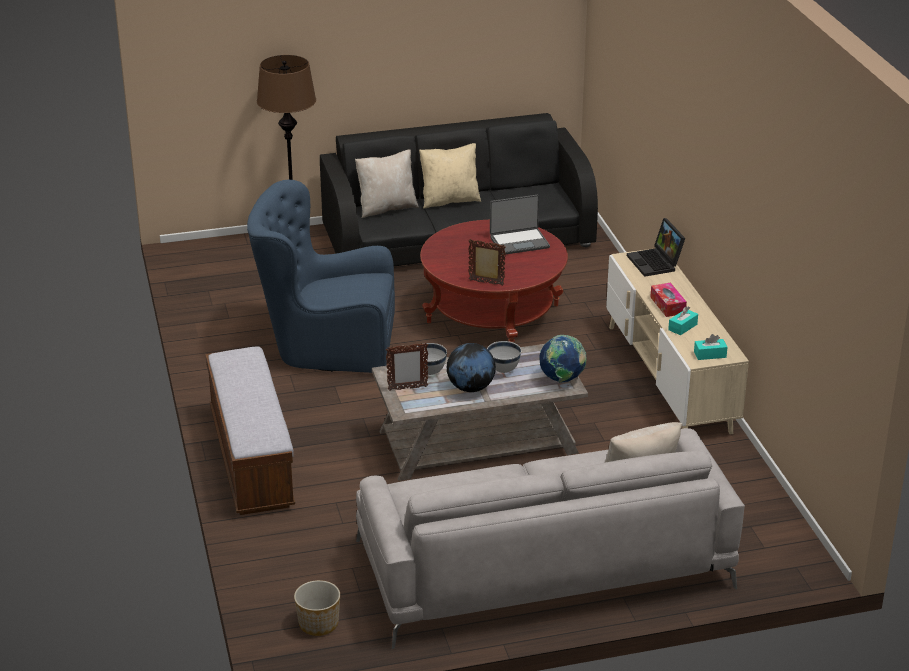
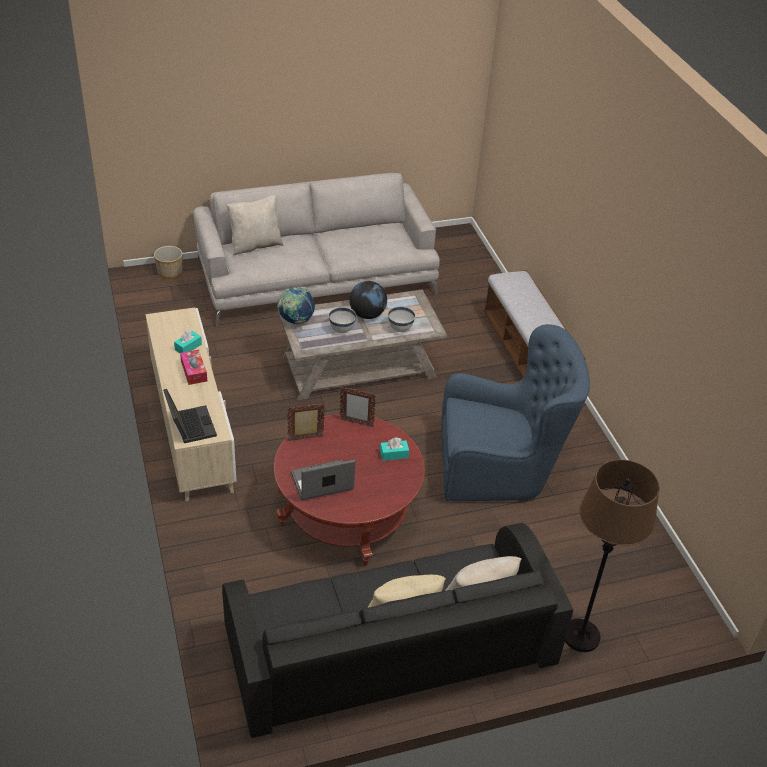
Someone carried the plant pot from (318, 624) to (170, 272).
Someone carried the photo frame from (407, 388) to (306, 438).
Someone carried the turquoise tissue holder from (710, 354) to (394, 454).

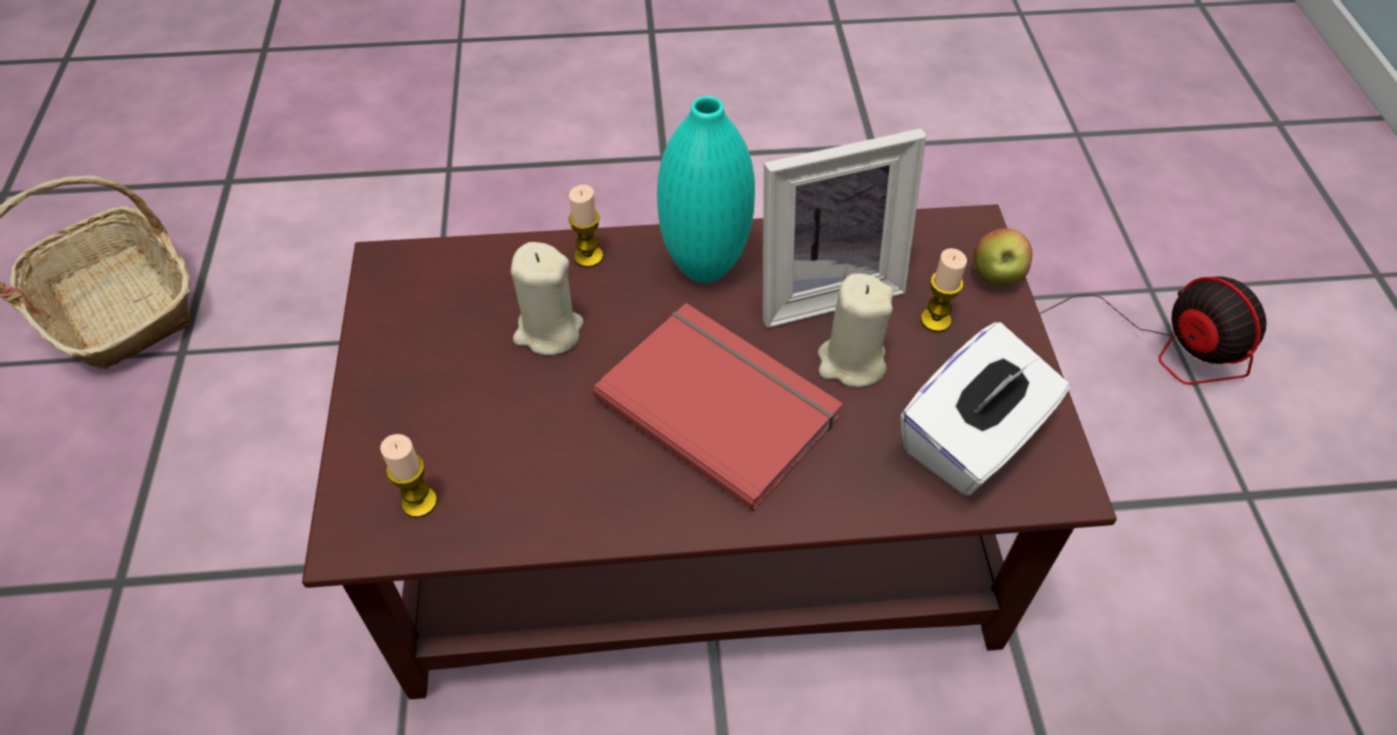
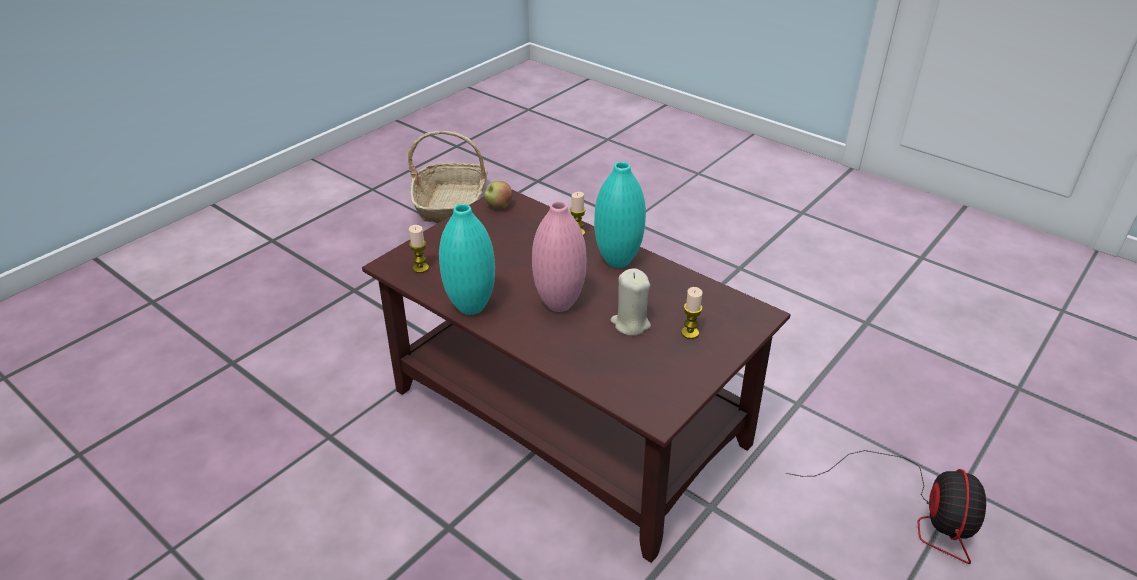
Someone took away the sand-coloured candle at (548, 331).
Someone swapped the reddish book at (720, 402) for the pink-coloured flower vase at (559, 304).
Someone took away the photo frame at (824, 287).
Someone took away the white-coloured tissue holder at (972, 440).
Someone carried the apple from (995, 278) to (498, 206).
Someone put down the turquoise flower vase at (471, 307).

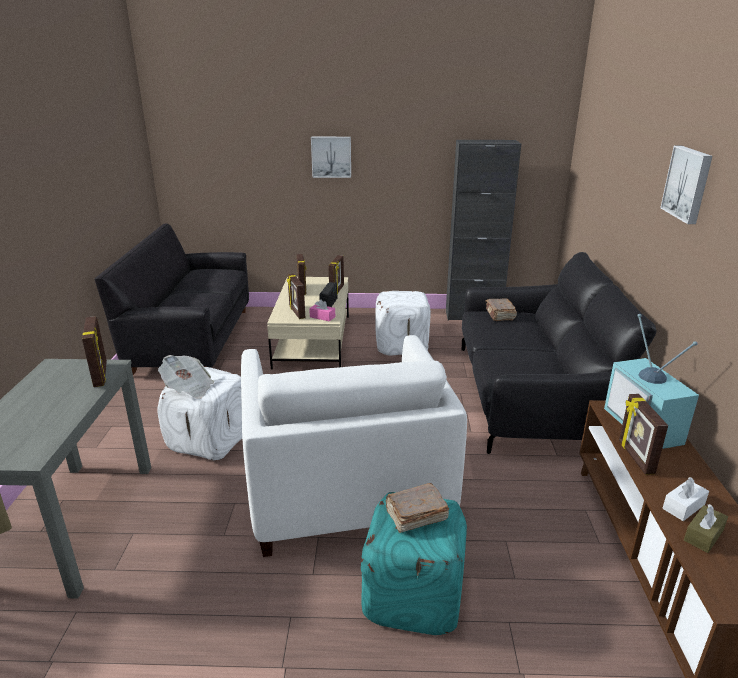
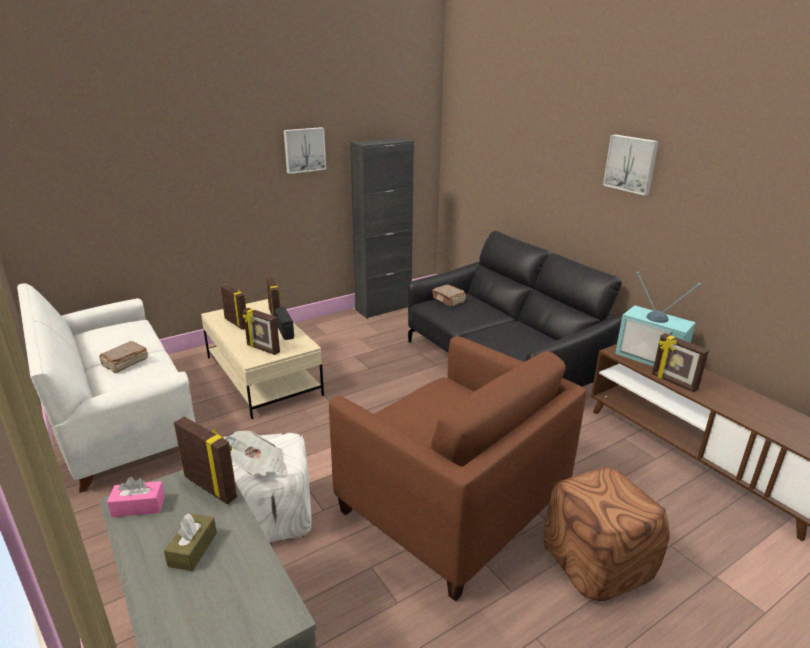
Someone repainted the blackish couch at (192, 341), which became the white-coloured couch at (119, 419).
Someone repainted the white-coloured easy chair at (345, 489), which became the brown easy chair at (452, 503).
Someone carried the pink-coloured tissue holder from (322, 317) to (138, 506).
Someone carried the picture from (331, 156) to (304, 150).
Someone repainted the turquoise ottoman at (414, 594), which became the brown ottoman at (597, 561).
Someone took away the white-coloured ottoman at (401, 345).
Someone carried the brown book from (415, 516) to (125, 363).
Someone took away the white-coloured tissue holder at (683, 506).
Someone carried the brown tissue holder from (703, 535) to (193, 549).

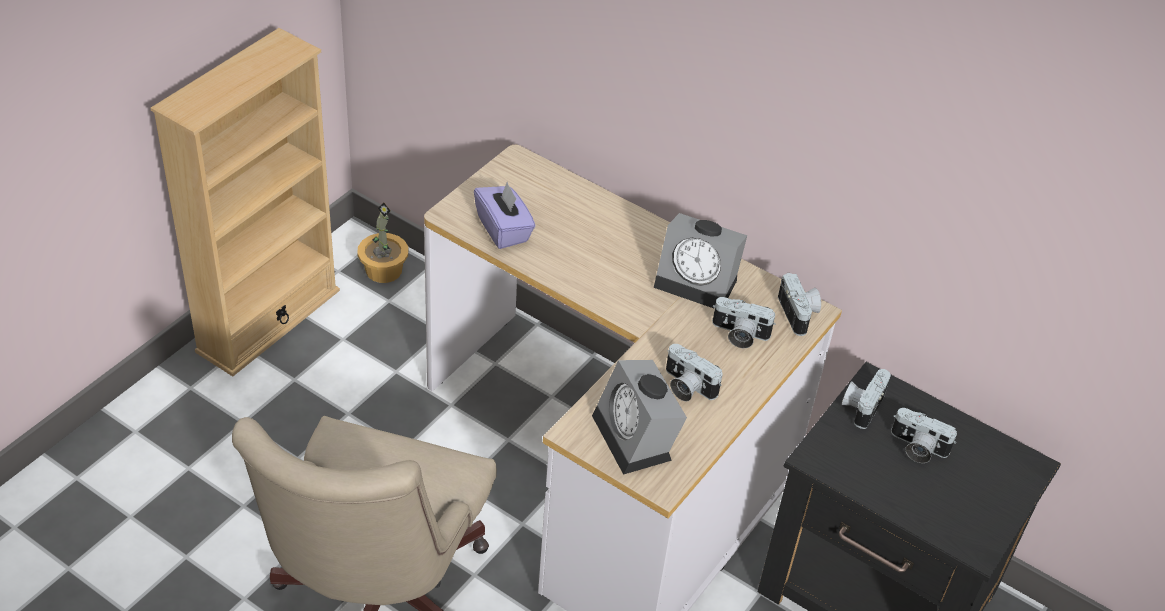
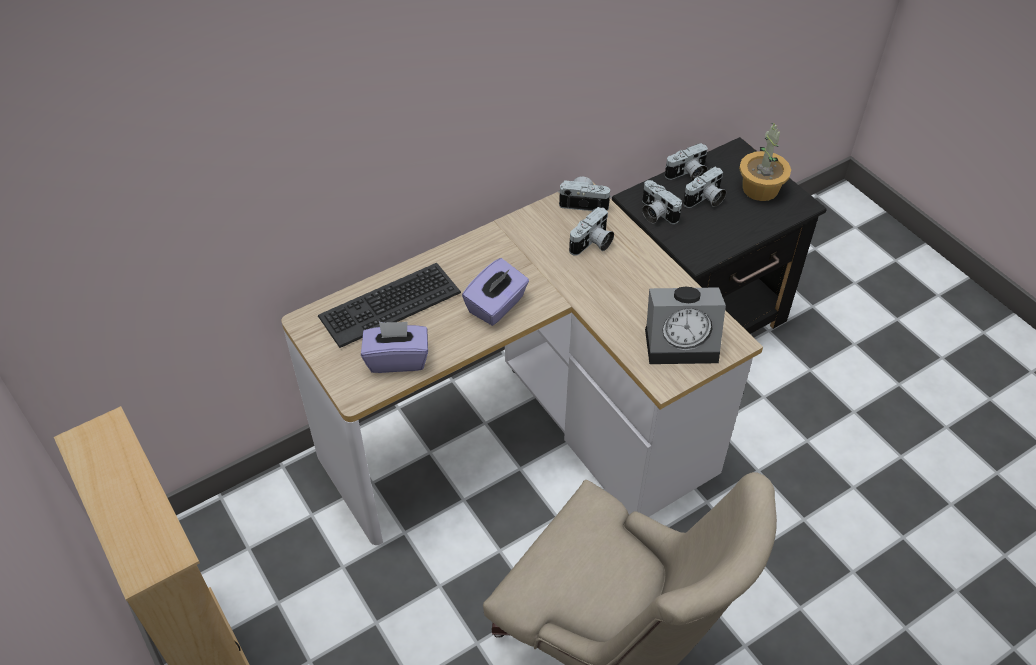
Someone carried the houseplant from (383, 270) to (759, 189).
Someone took away the table clock at (699, 282).
Someone carried the photo camera from (686, 387) to (687, 174).
Someone put down the keyboard at (389, 304).
Someone put down the purplish tissue holder at (496, 306).

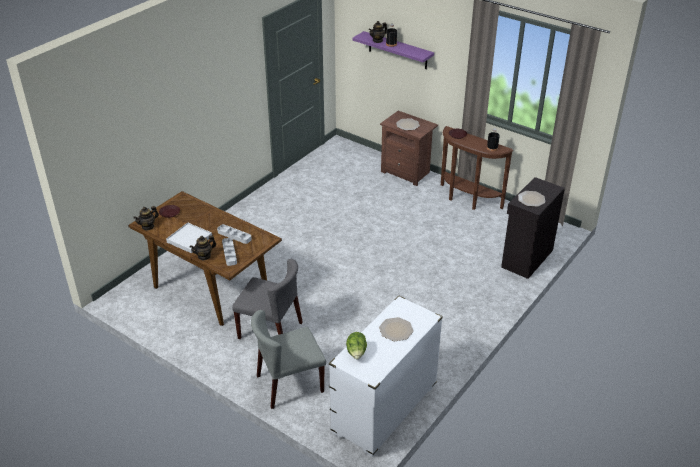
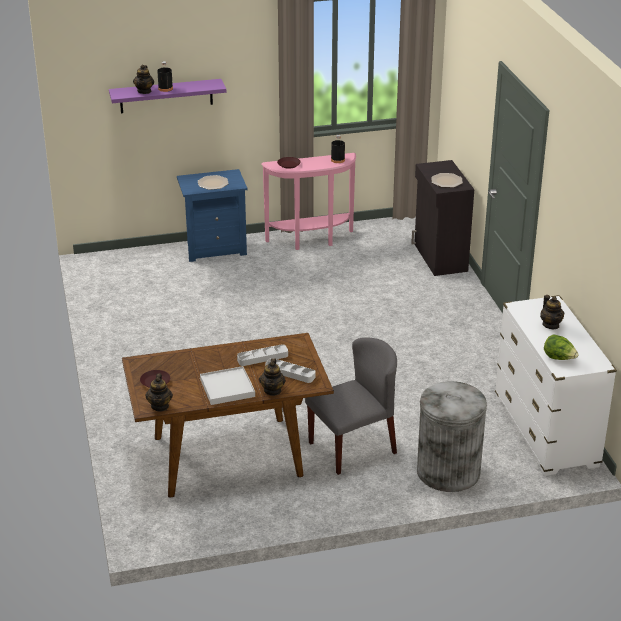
Someone swapped the grey plain chair at (289, 384) for the grey trash can at (448, 471).
Someone swapped the flat dish at (396, 330) for the pot for tea at (551, 325).
Someone repainted the brown nightstand at (407, 172), which became the blue-coloured nightstand at (215, 248).
Someone repainted the brown narrow table at (467, 200), which became the pink-coloured narrow table at (312, 241).

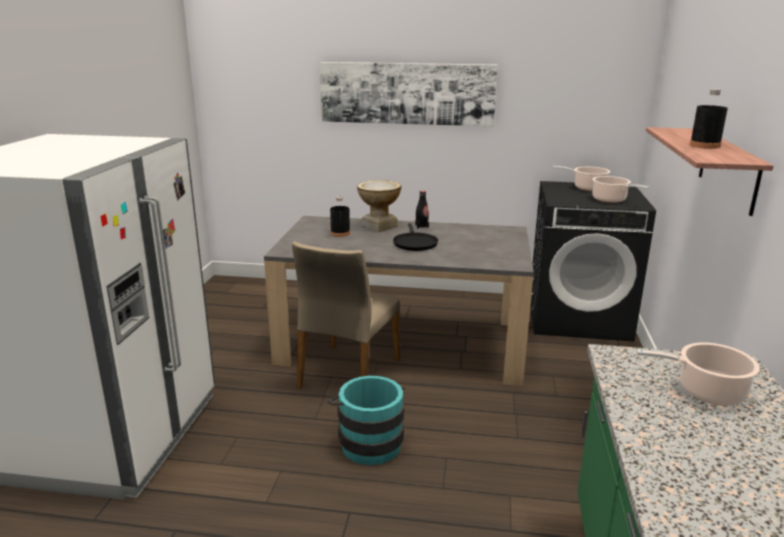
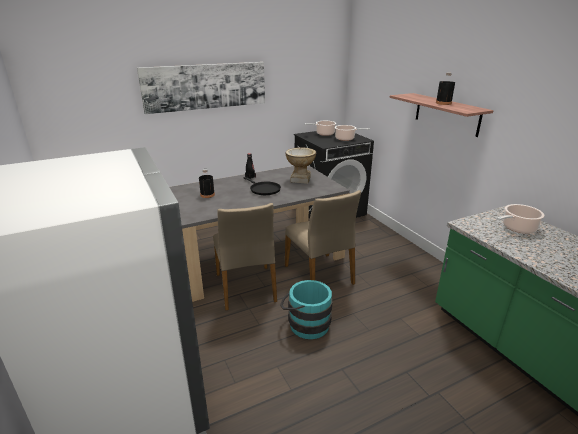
Someone carried the flower vase from (379, 226) to (300, 179).
Someone put down the sand-coloured plain chair at (320, 274).

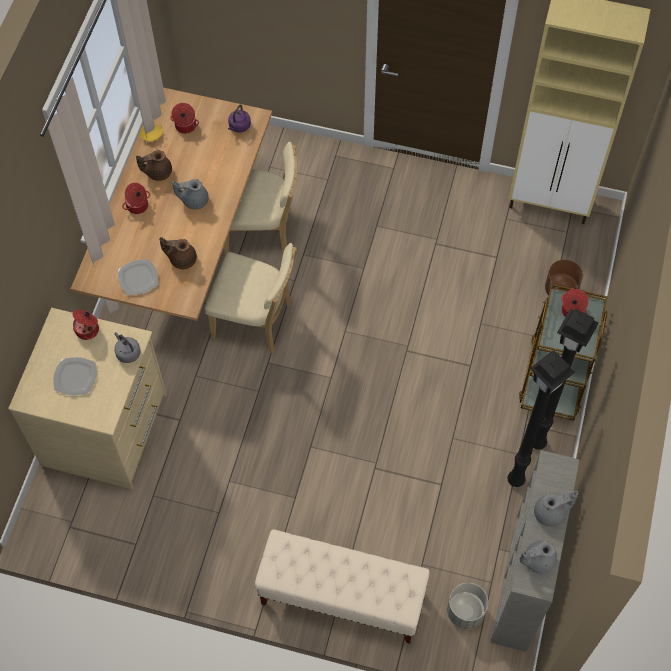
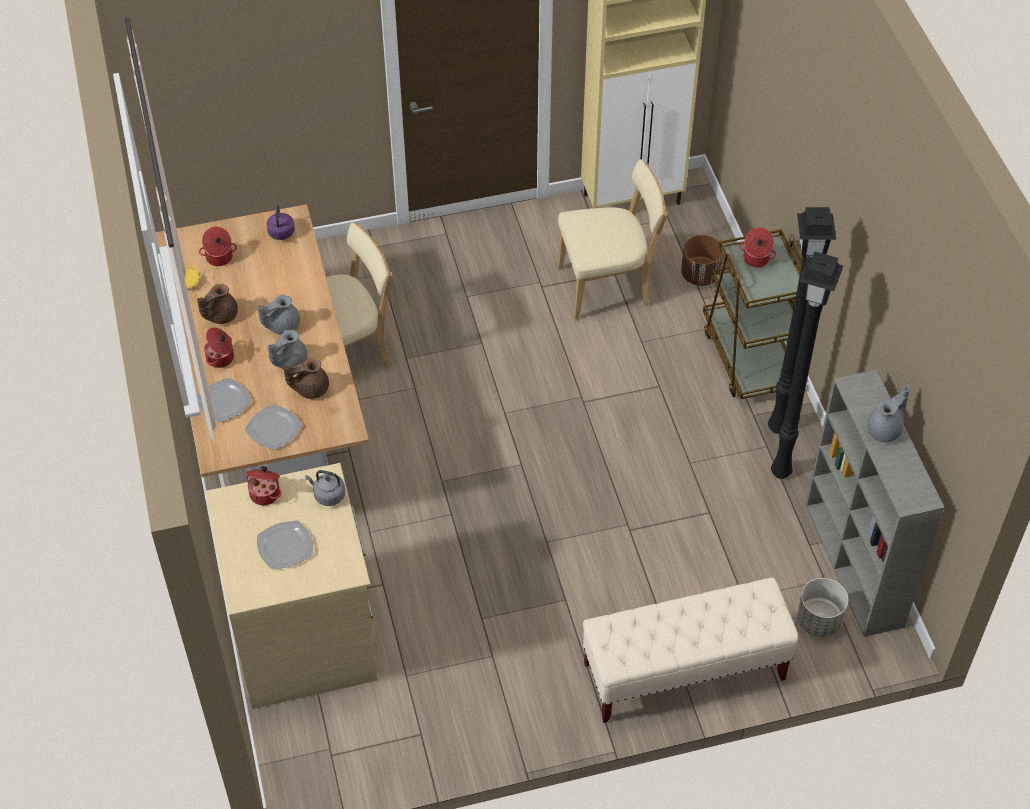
Someone carried the sand-coloured plain chair from (255, 321) to (608, 286).
Someone carried the grey pot for tea from (537, 560) to (289, 361).
Someone put down the flat dish at (224, 401).

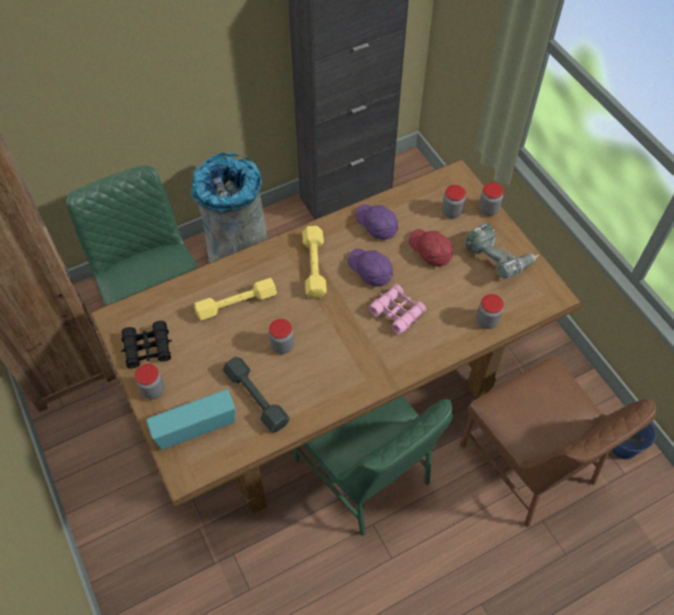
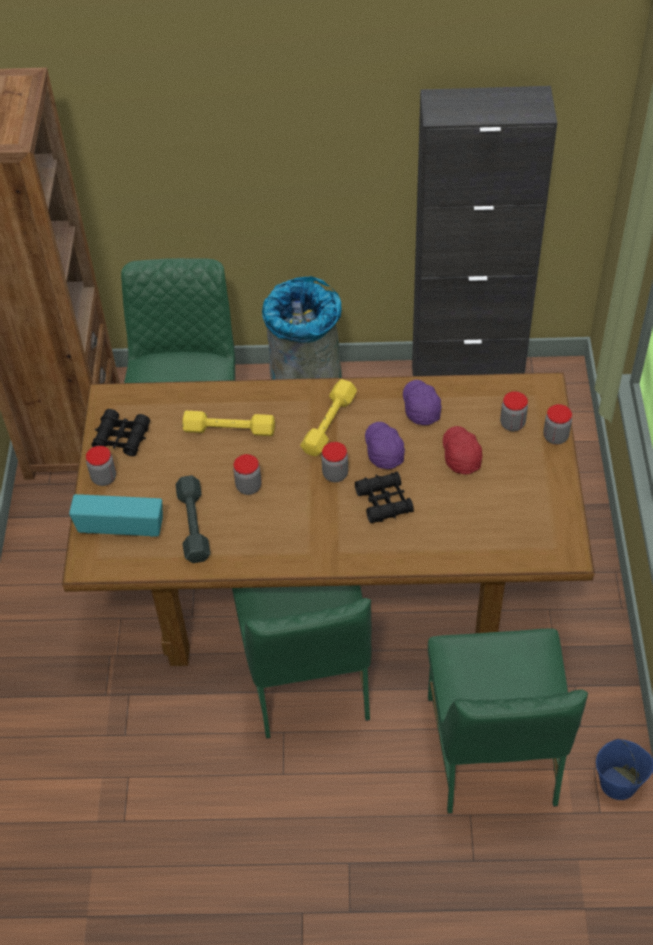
Someone repainted the pink-coloured binoculars at (397, 312), which became the blackish binoculars at (384, 501).
Someone repainted the brown plain chair at (529, 464), which became the greenish plain chair at (493, 752).
Someone took away the power drill at (498, 258).
Someone carried the preserve jar from (487, 321) to (335, 474).

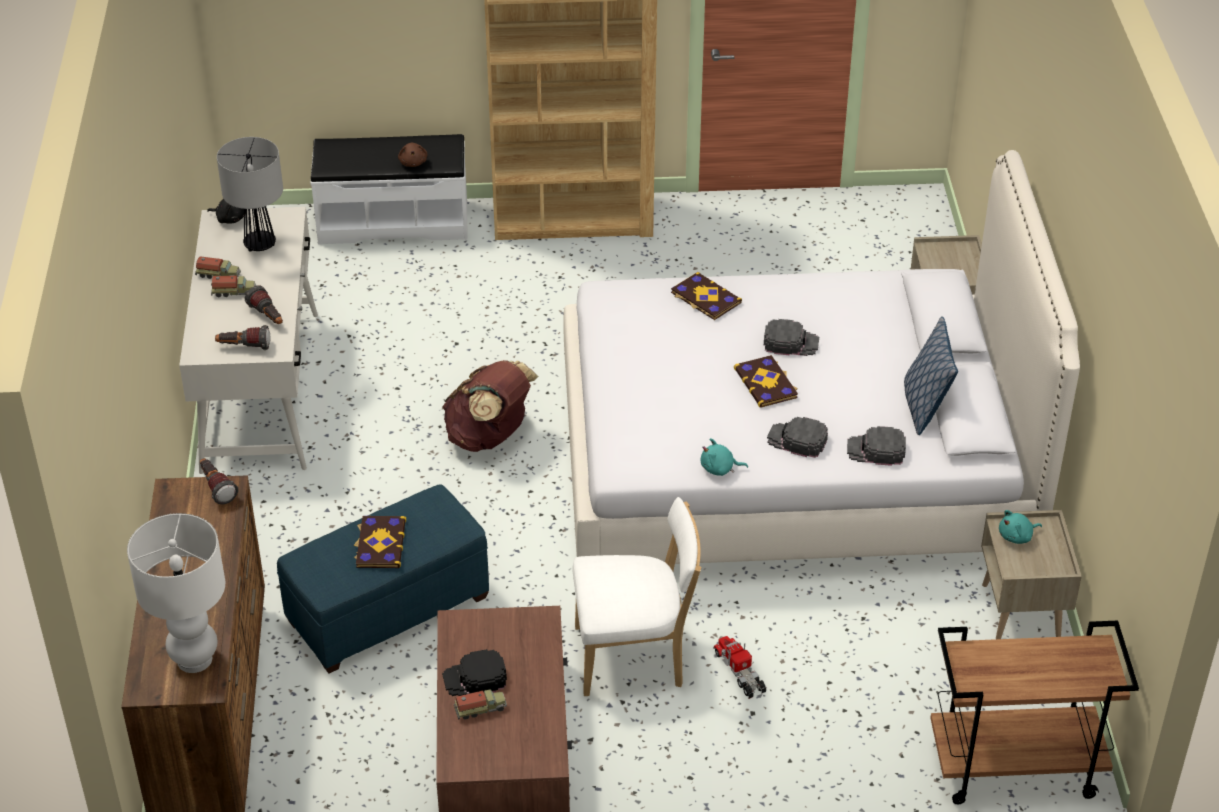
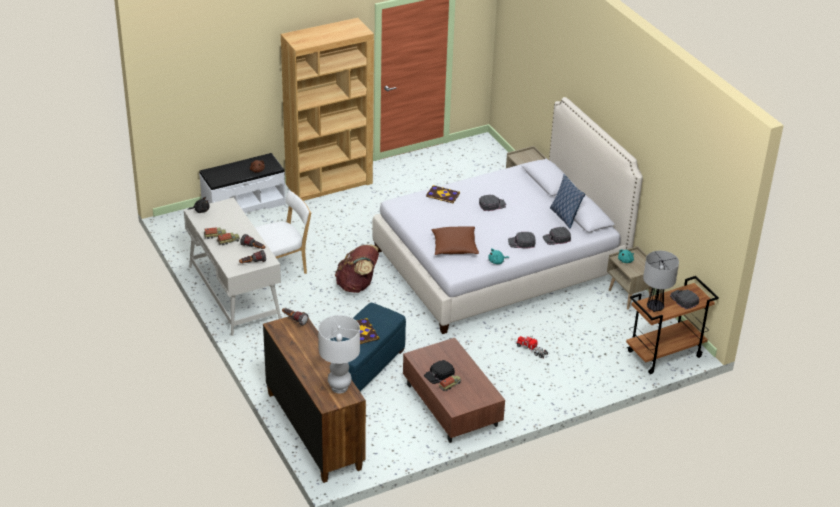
Someone carried the lamp for a table from (259, 244) to (654, 307).
Someone carried the white-coloured plain chair from (634, 657) to (282, 268).
Someone took away the book at (766, 383).
Someone put down the brown throw pillow at (454, 247).
Someone put down the blackish cap at (683, 300).

